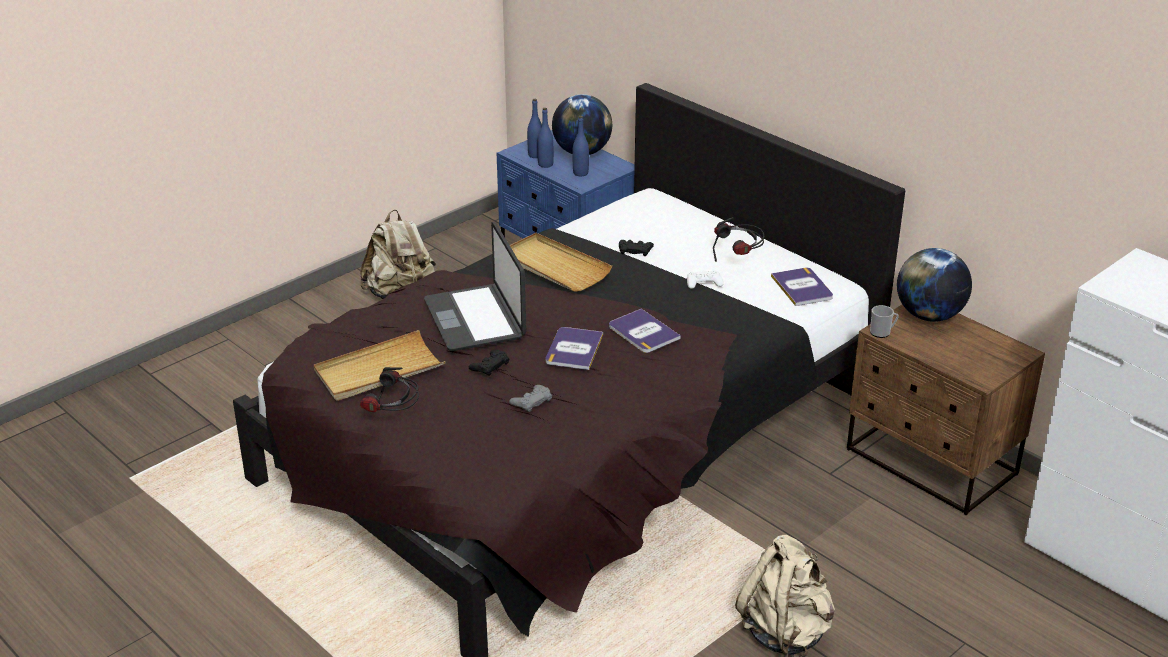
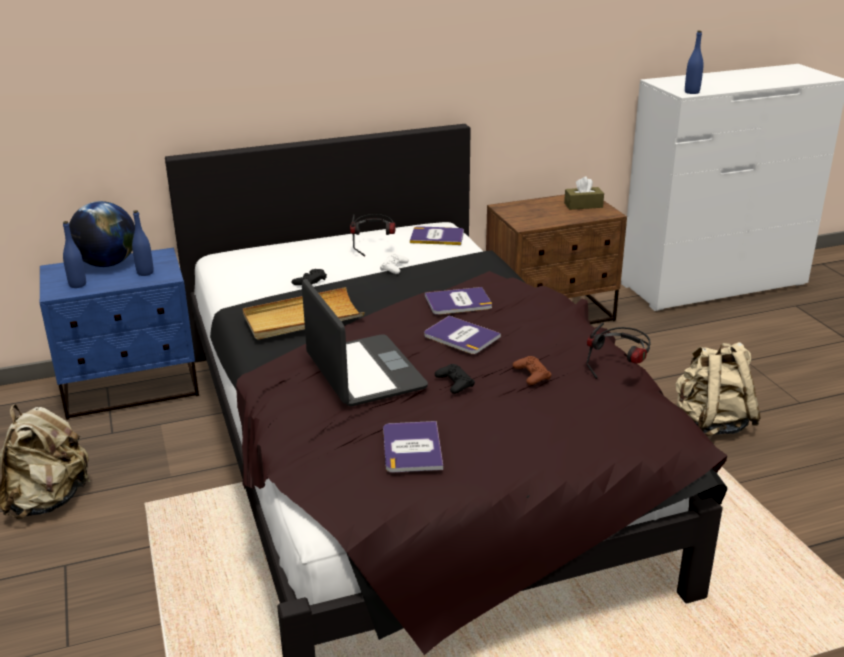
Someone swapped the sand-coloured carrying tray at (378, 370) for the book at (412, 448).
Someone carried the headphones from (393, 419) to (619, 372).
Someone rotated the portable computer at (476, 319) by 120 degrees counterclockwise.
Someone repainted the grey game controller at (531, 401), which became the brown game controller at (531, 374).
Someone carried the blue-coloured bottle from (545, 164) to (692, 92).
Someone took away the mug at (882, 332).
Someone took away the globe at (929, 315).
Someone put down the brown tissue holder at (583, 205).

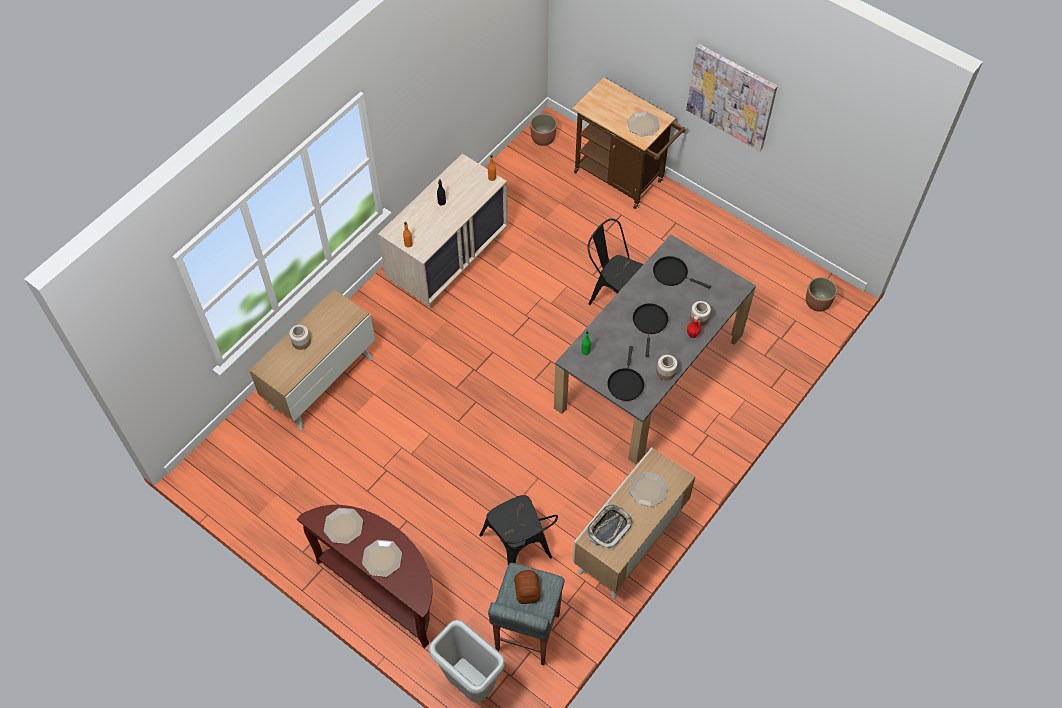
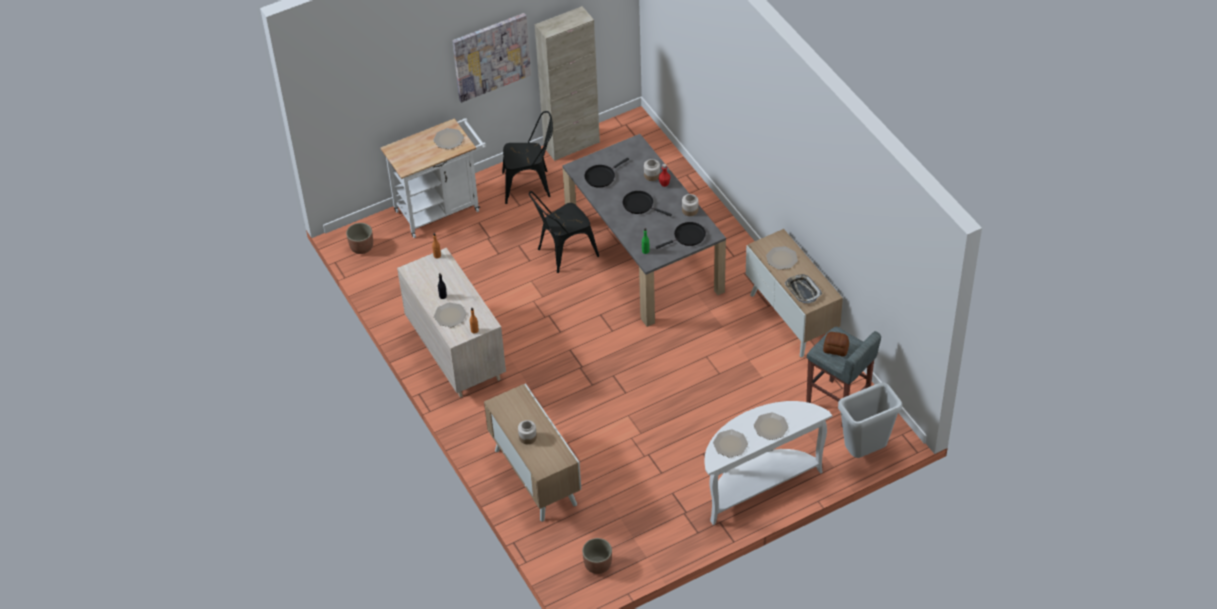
Someone repainted the brown narrow table at (384, 588), which became the white-coloured narrow table at (758, 485).
Someone carried the blackish plain chair from (520, 550) to (531, 185).
Someone repainted the brown trolley at (623, 179), which became the white-coloured trolley at (441, 208).
Someone rotated the blackish frying pan at (625, 383) by 60 degrees counterclockwise.
Someone carried the plant pot from (818, 302) to (598, 564).
Someone put down the flat dish at (449, 315).
Someone put down the sand-coloured cupboard at (571, 145).

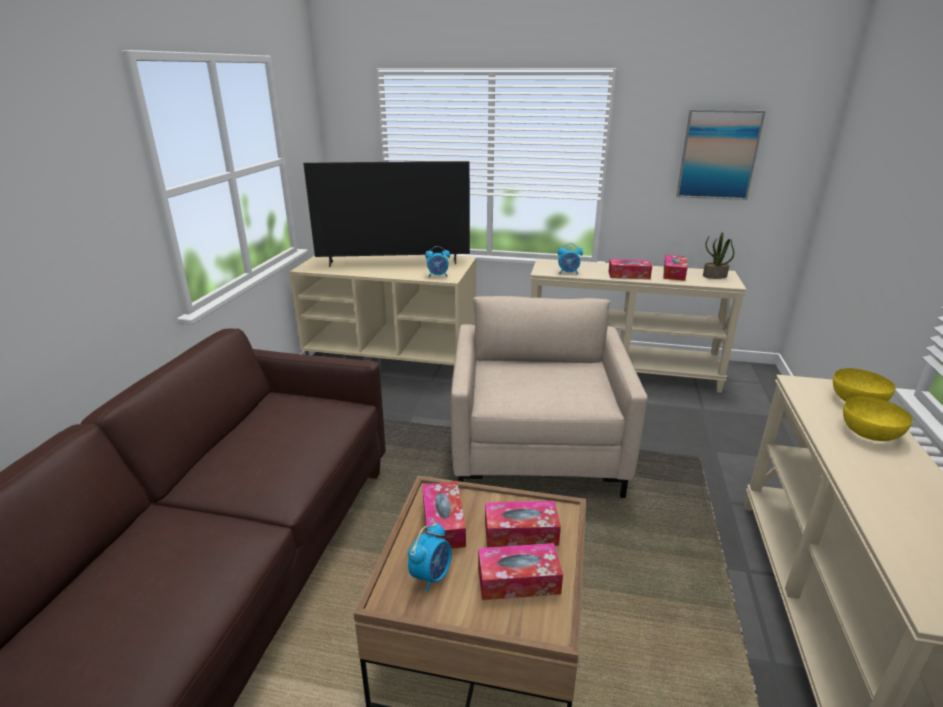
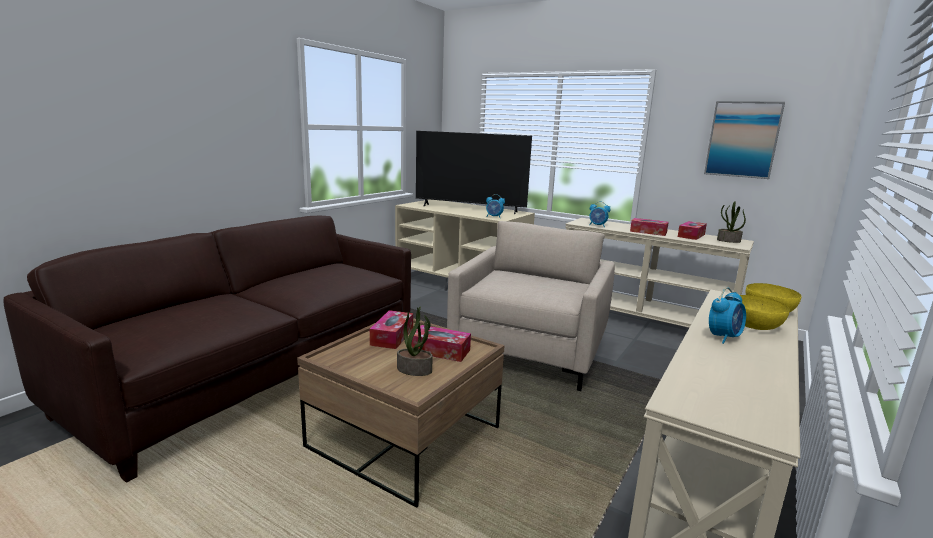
Someone carried the table clock from (431, 575) to (724, 337).
Someone swapped the tissue holder at (518, 580) for the houseplant at (415, 370).

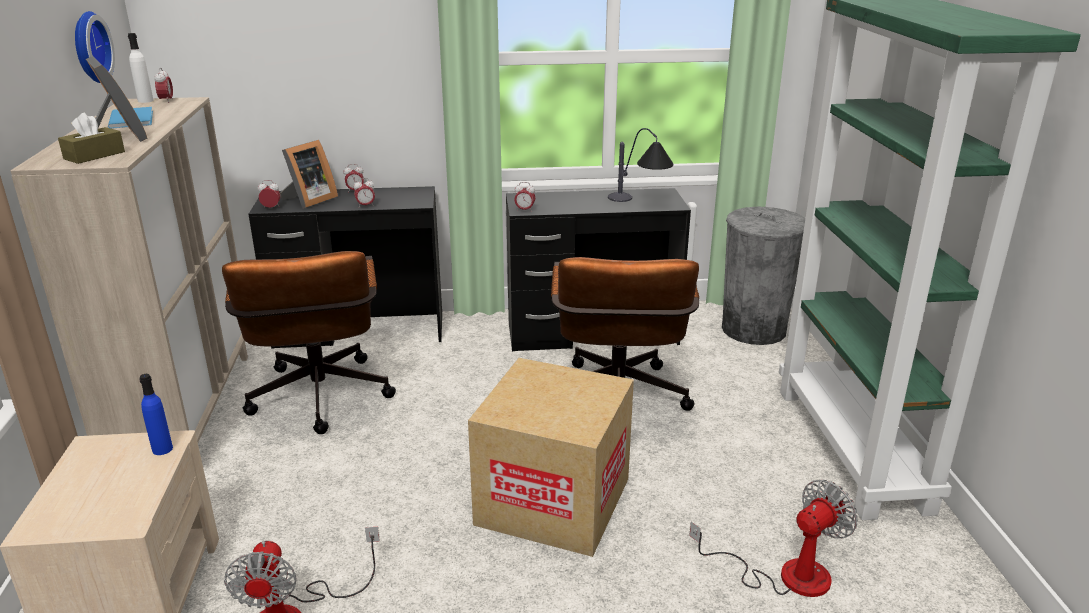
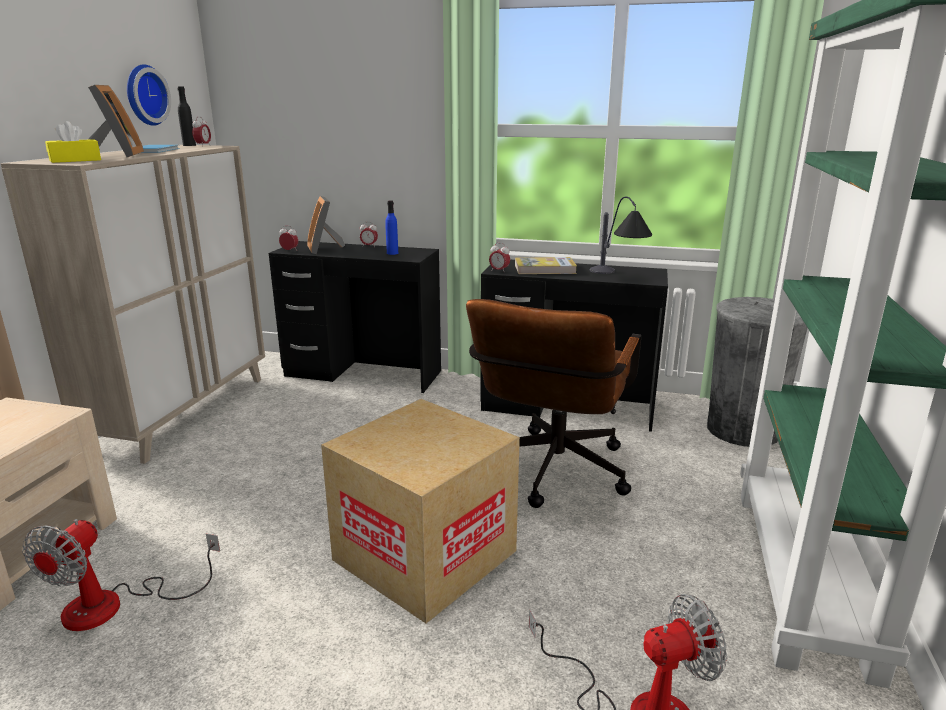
Someone repainted the brown tissue holder at (94, 155), which became the yellow-coloured tissue holder at (75, 160).
Someone repainted the white-coloured bottle at (145, 101), which became the blackish bottle at (189, 145).
Someone carried the blue-coloured bottle from (162, 449) to (392, 253).
Someone took away the brown computer chair at (320, 402).
Someone rotated the photo frame at (309, 200) by 105 degrees clockwise.
Someone took away the table clock at (365, 206).
Someone put down the book at (545, 269).

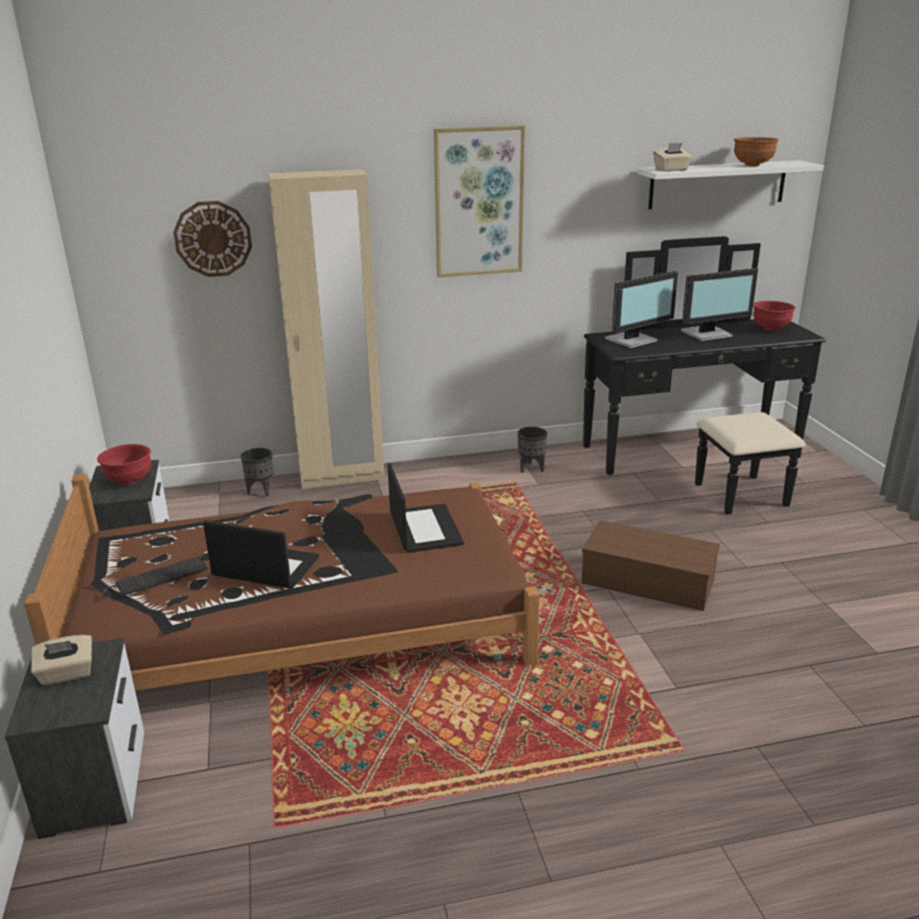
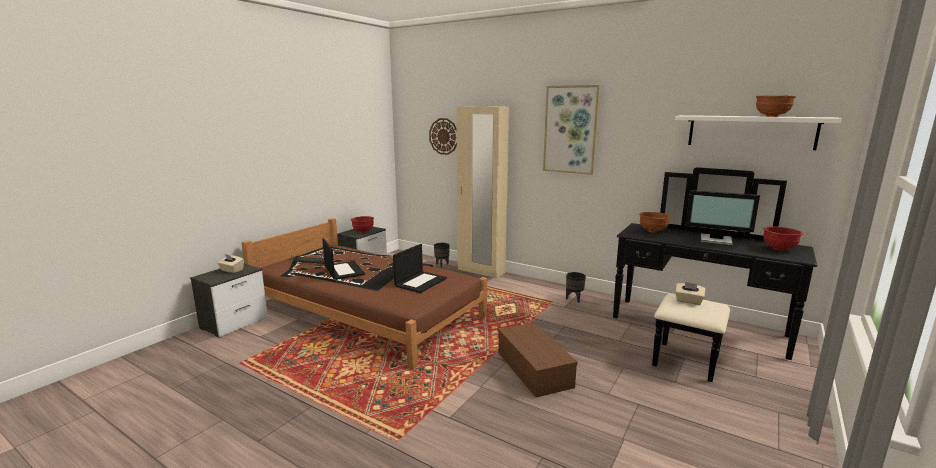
Someone swapped the computer display at (633, 340) for the brown serving bowl at (653, 231).
Someone carried the sand-coloured tissue holder from (671, 170) to (688, 301).

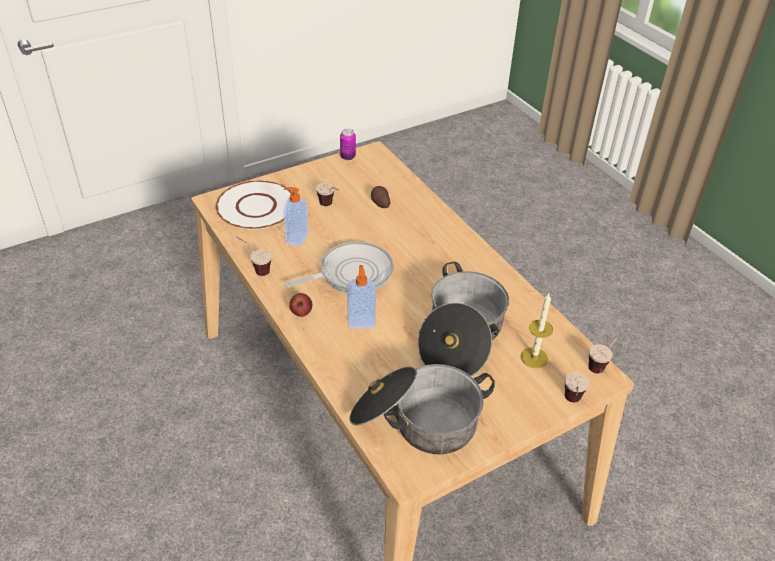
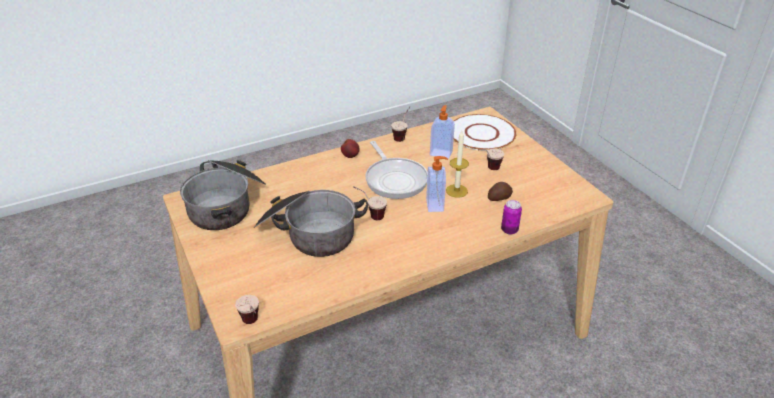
Someone carried the metal can from (347, 157) to (509, 230).
Someone carried the soap dispenser from (361, 321) to (435, 205).
Someone carried the candle from (534, 358) to (456, 191).
Someone carried the small cup from (571, 404) to (370, 215).

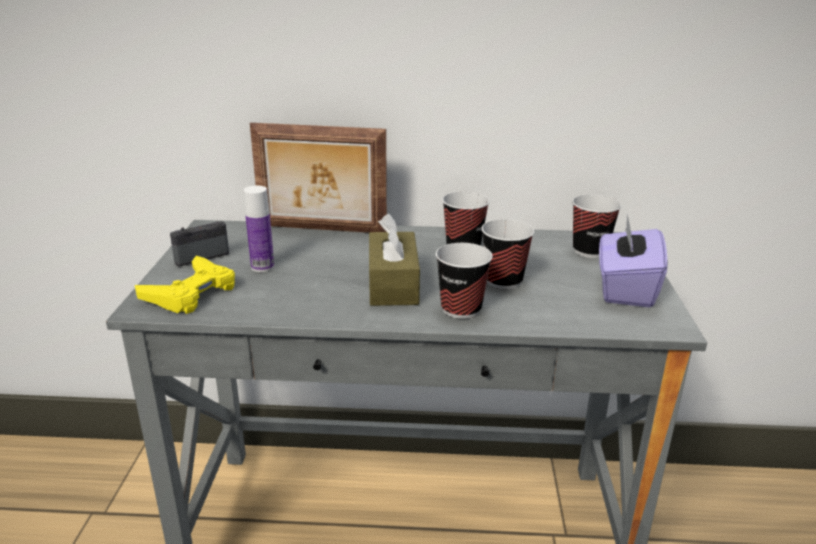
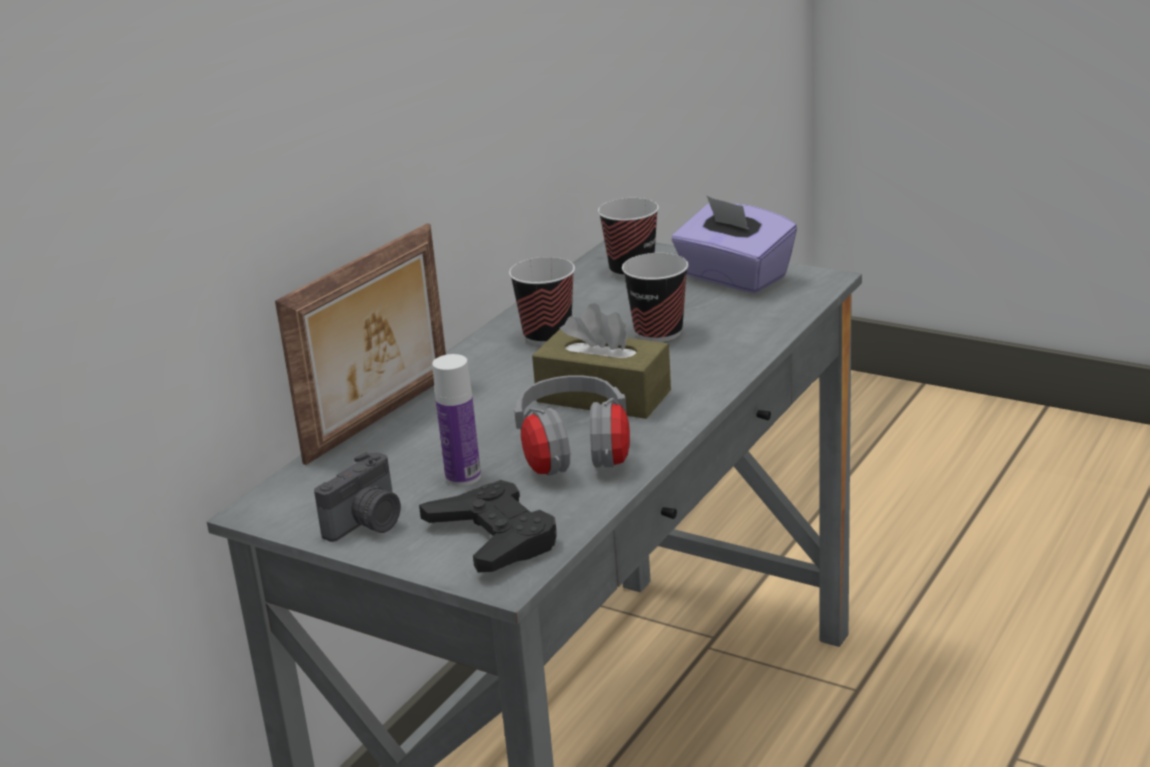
Someone repainted the yellow-coloured game controller at (191, 293), which became the blackish game controller at (493, 538).
Someone rotated the photo camera at (199, 255) by 135 degrees counterclockwise.
Someone took away the small cup at (461, 309).
Someone put down the grey headphones at (574, 454).

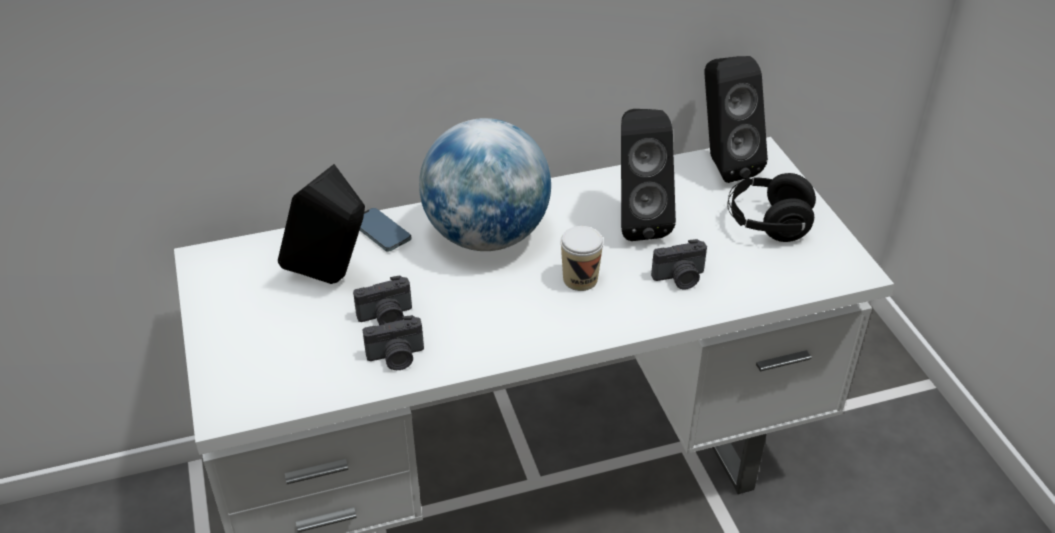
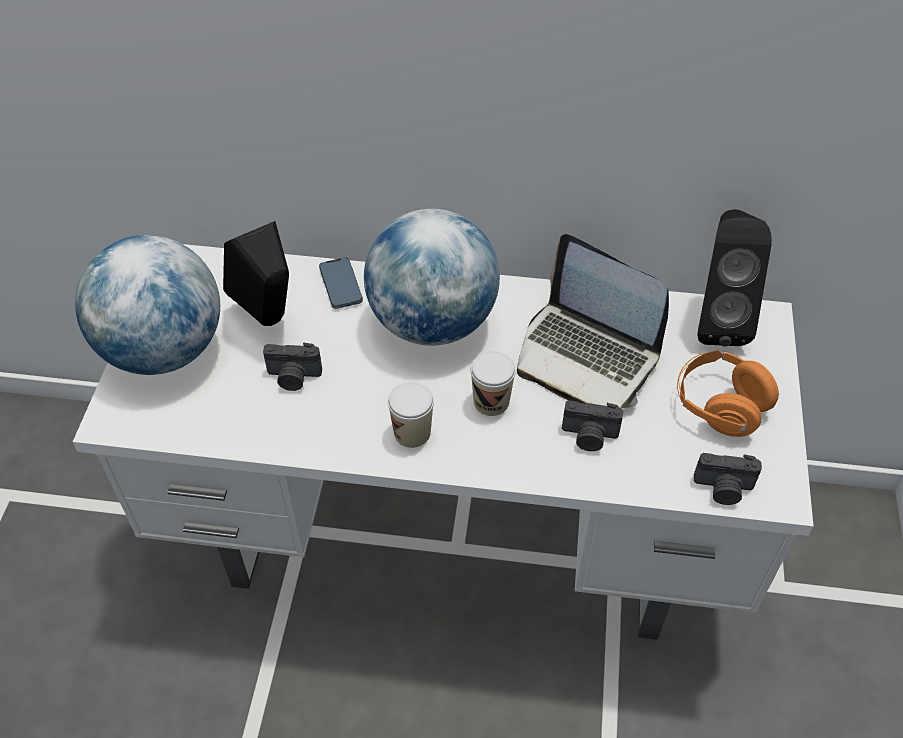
Someone carried the photo camera from (396, 357) to (723, 489).
Someone swapped the blackish speaker at (637, 221) for the portable computer at (586, 356).
Someone repainted the blackish headphones at (767, 224), which became the orangey headphones at (719, 406).
Someone put down the globe at (164, 350).
Someone put down the small cup at (412, 432).

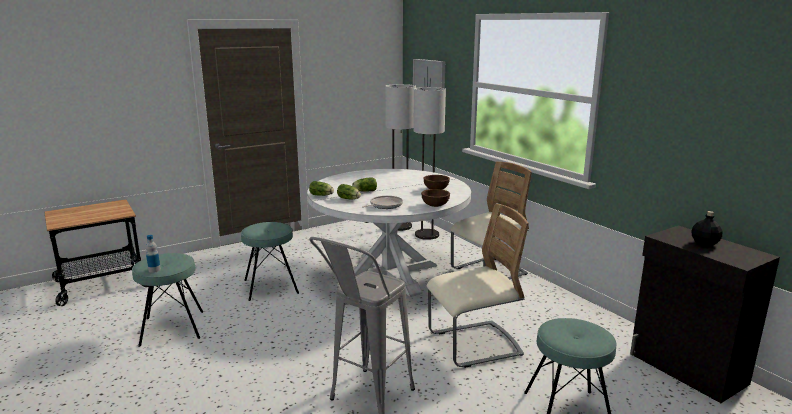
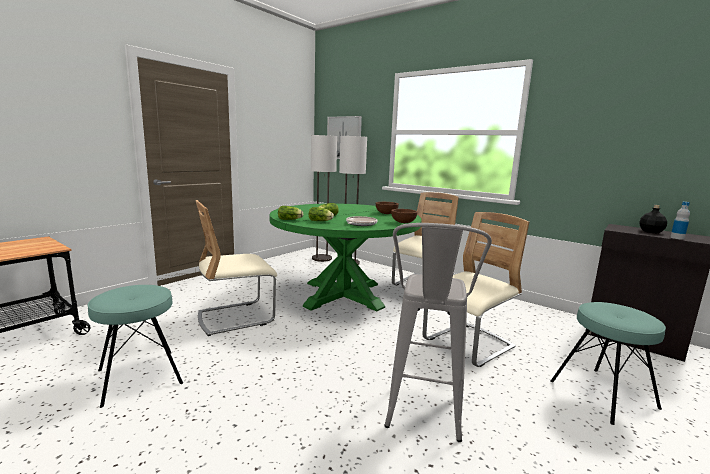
Someone carried the bottle from (154, 270) to (677, 238).
Someone swapped the turquoise stool seat at (271, 286) for the sand-coloured plain chair at (236, 317).
Someone repainted the white-coloured dining table at (389, 274), which became the greenish dining table at (343, 294).

